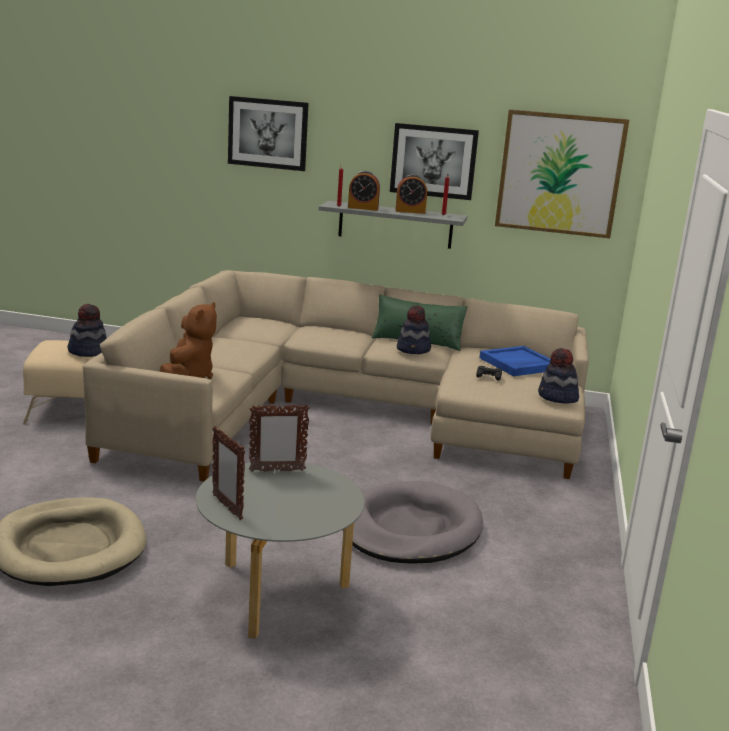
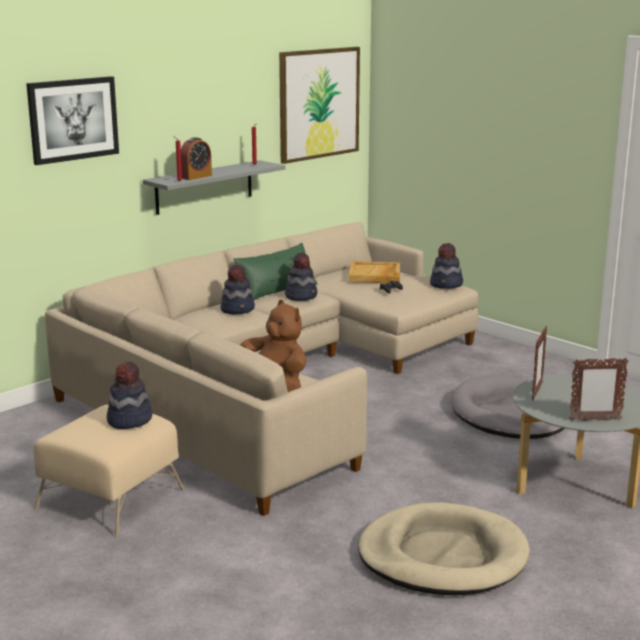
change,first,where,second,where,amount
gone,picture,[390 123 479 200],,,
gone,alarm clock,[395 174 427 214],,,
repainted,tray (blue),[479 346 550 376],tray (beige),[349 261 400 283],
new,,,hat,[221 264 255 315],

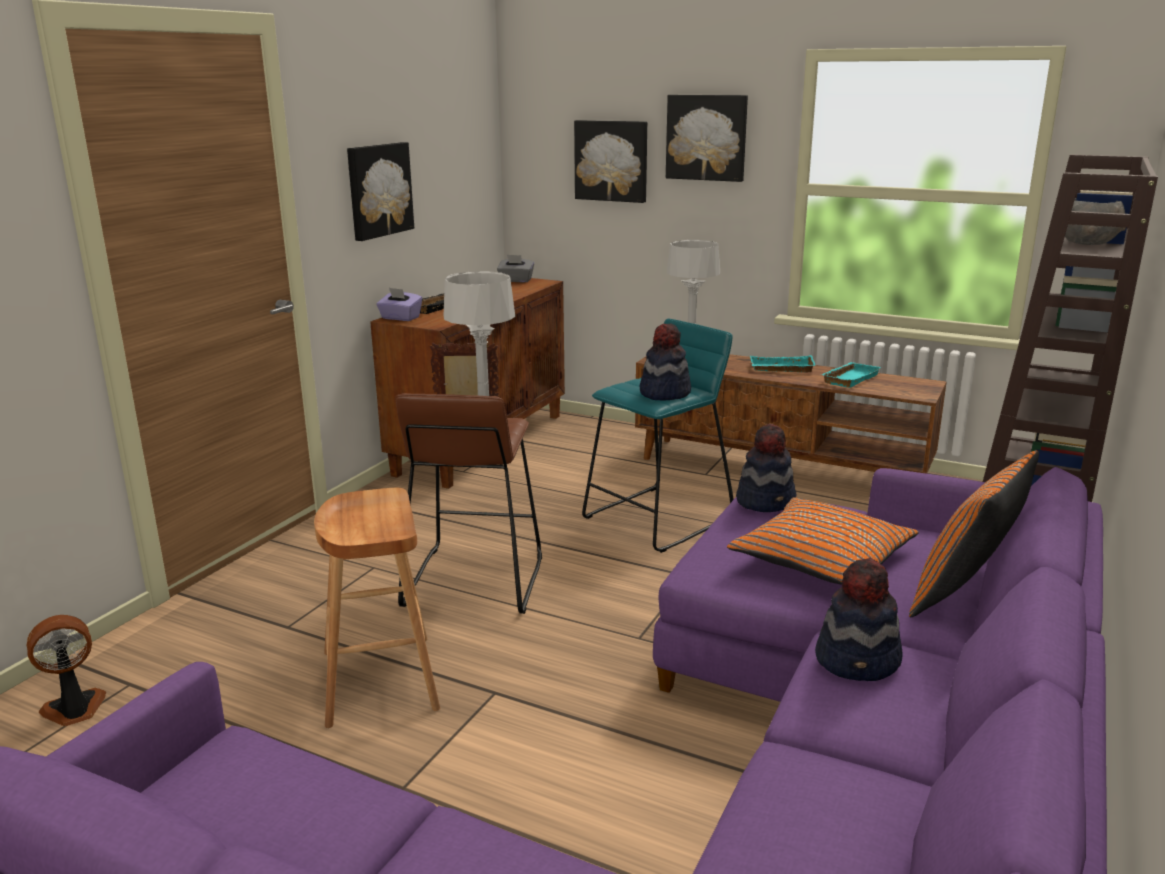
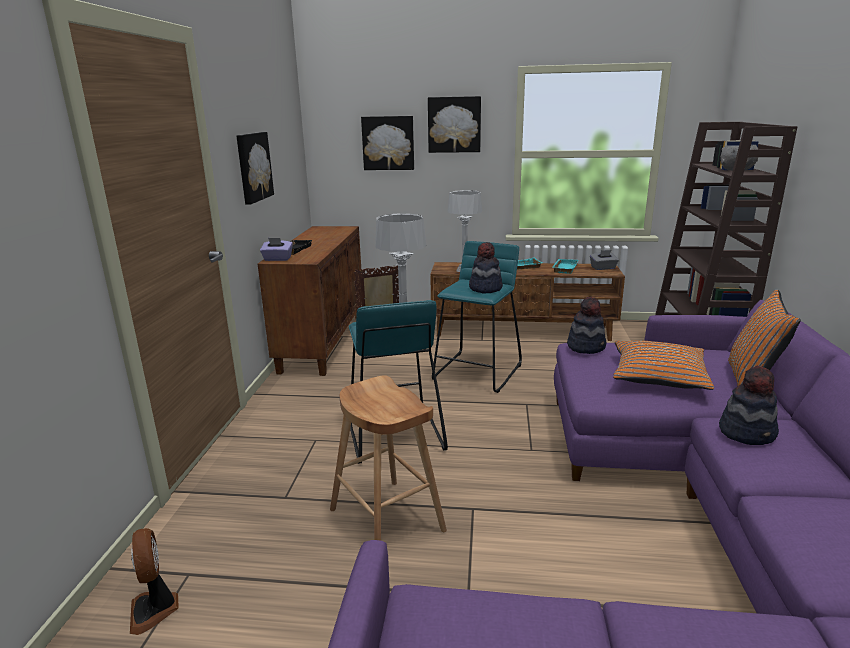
change,first,where,second,where,amount
shifted,tissue box (grey),[497 255 534 282],,[590 250 619 270],
repainted,stool (brown),[395 393 542 614],stool (turquoise),[349 300 448 464],
rotated,fan,[26 615 106 726],,[130 528 179 635],60 degrees counterclockwise

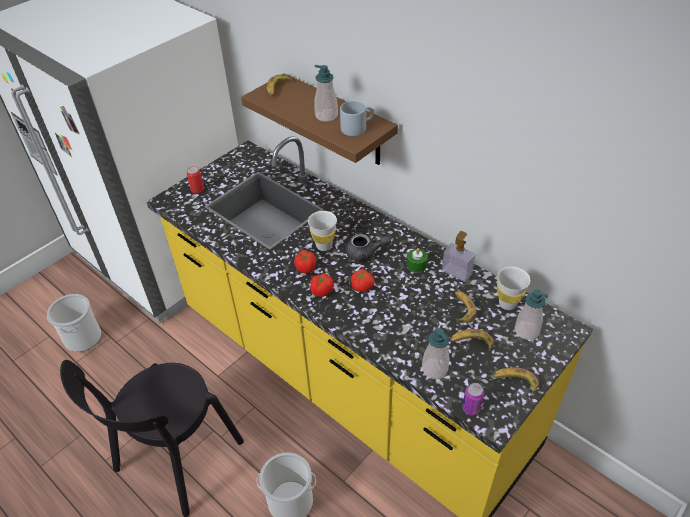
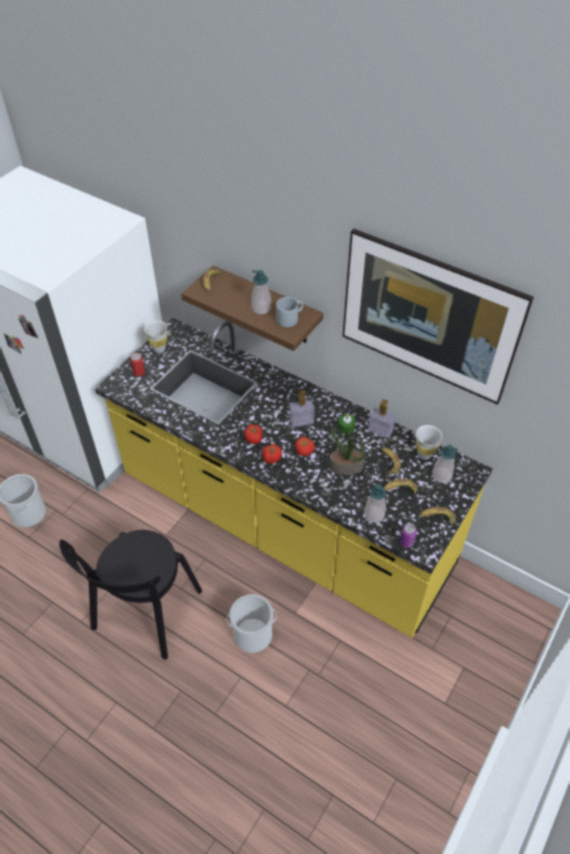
change,first,where,second,where,amount
shifted,cup (white),[308 211 337 251],,[144 321 168 353],
swapped,teapot (grey),[346 234 391 262],soap dispenser,[289 390 315 427],
new,,,picture,[342 228 534 405],
new,,,potted plant,[329 424 365 475],

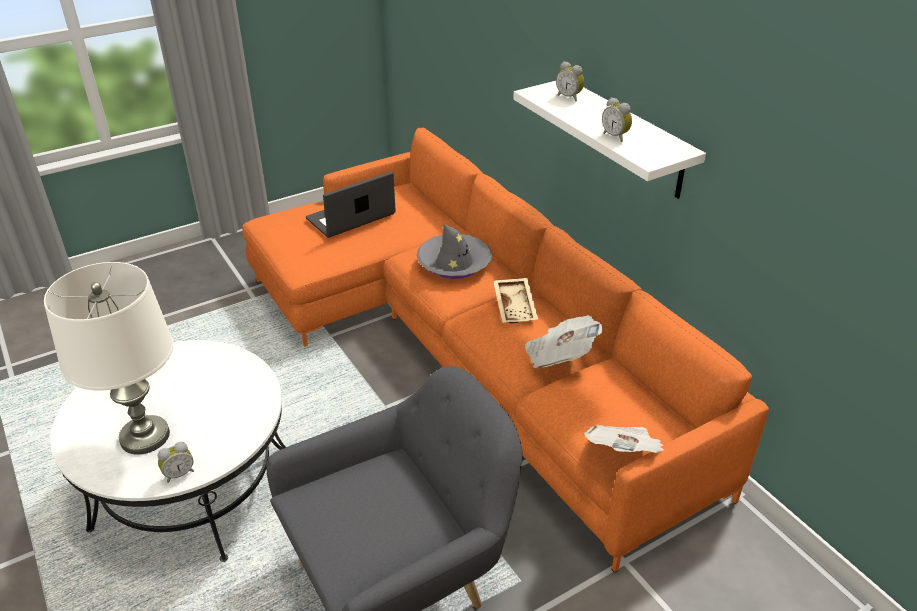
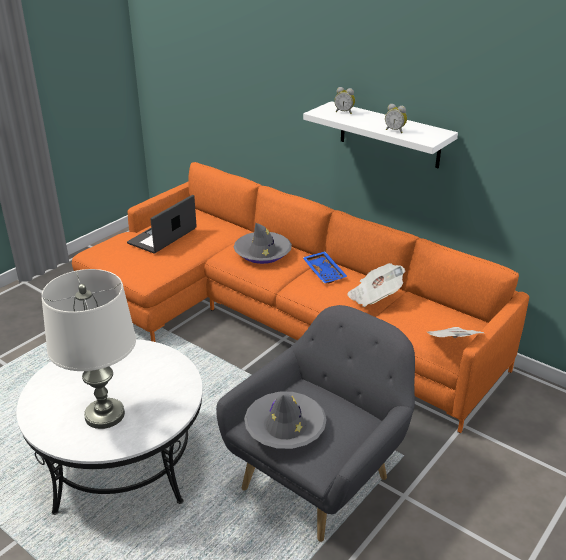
change,first,where,second,where,amount
repainted,tray (beige),[493 278 538 323],tray (blue),[302 251 347 283],
gone,alarm clock,[158 442 194 483],,,
new,,,hat (grey),[244 392 327 449],

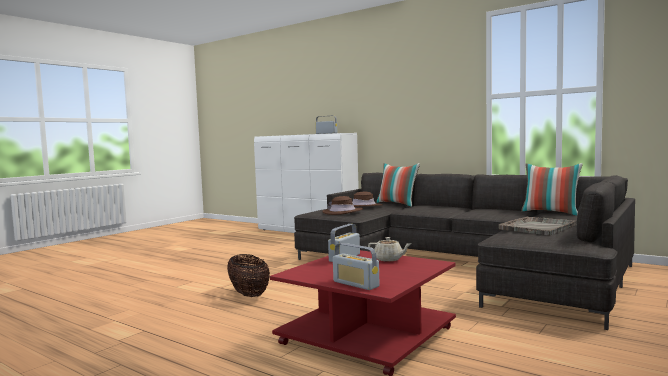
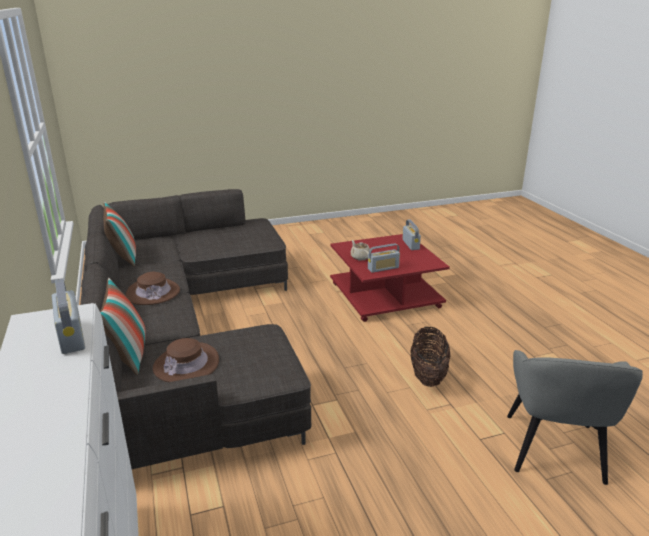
change,first,where,second,where,amount
shifted,hat (brown),[322 196 363 215],,[126 272 180 305],
gone,tray (grey),[498 216 576 236],,,
new,,,armchair (grey),[507 350 643 485],

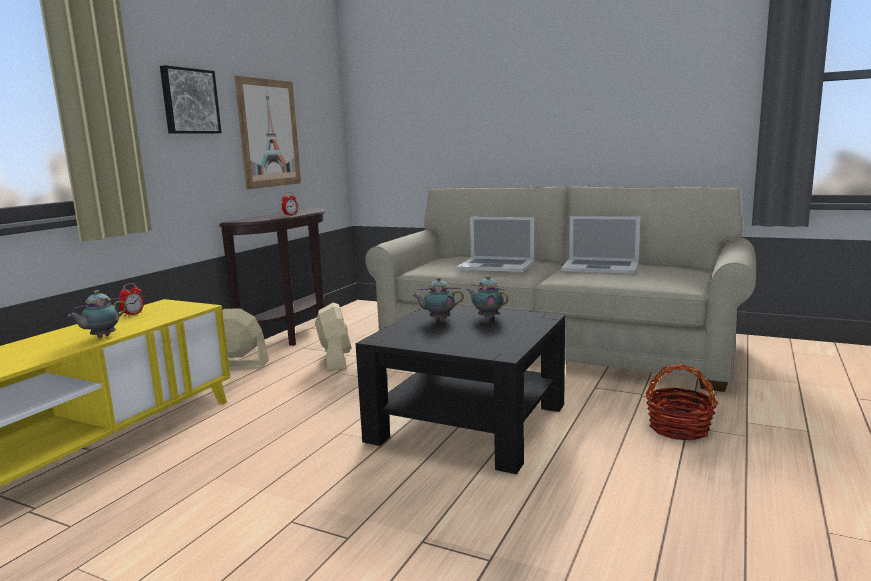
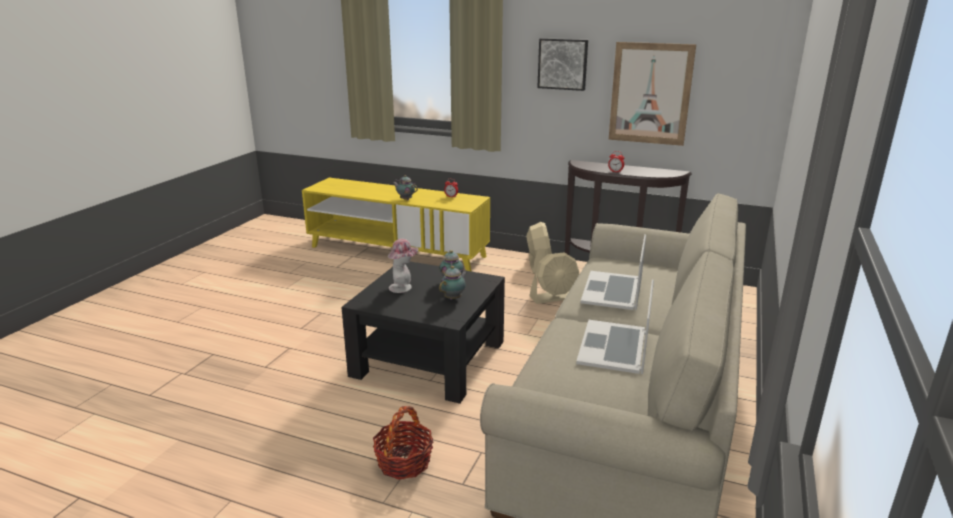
change,first,where,second,where,amount
new,,,hat,[388 239 418 293],

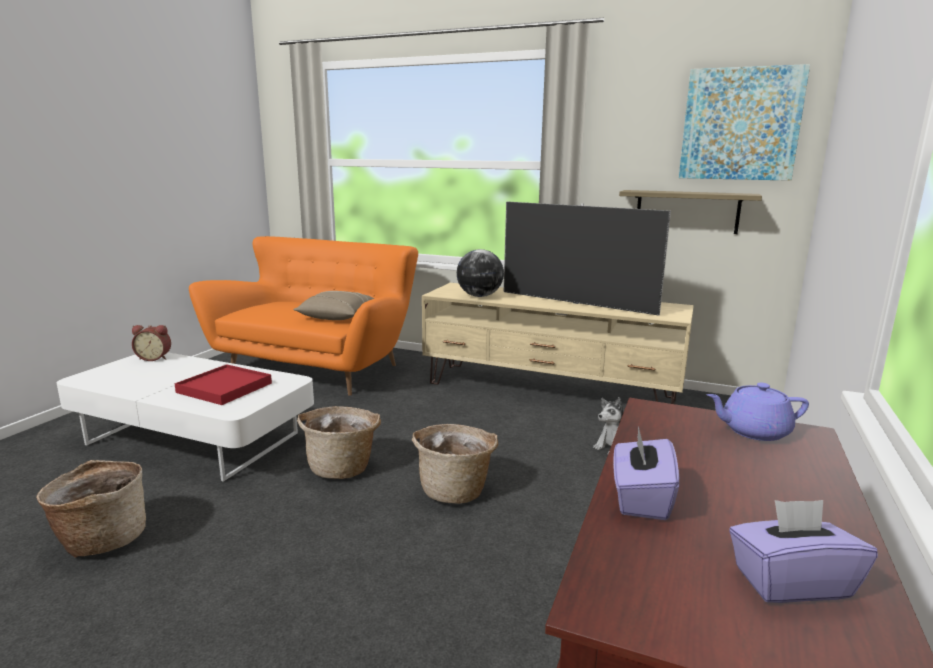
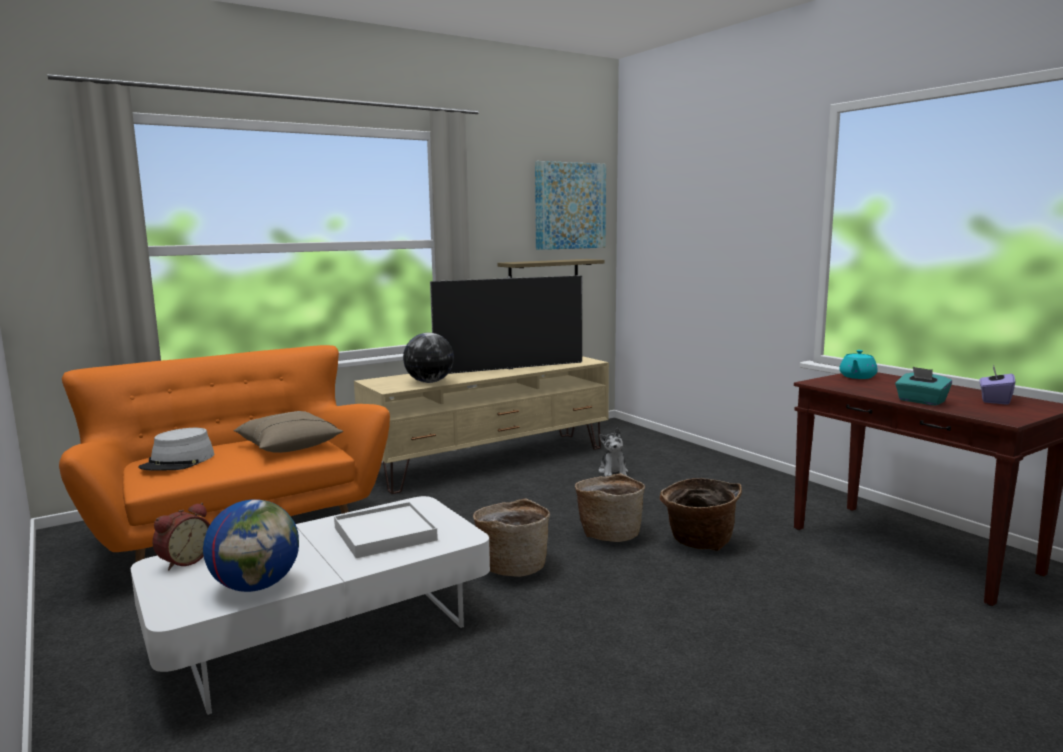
change,first,where,second,where,amount
repainted,tray (red),[174 364 272 405],tray (white),[334 502 438 558],
repainted,teapot (purple),[707 383 809 441],teapot (turquoise),[839 350 878 379],
repainted,tissue box (purple),[613 426 679 520],tissue box (turquoise),[895 367 952 406],
shifted,basket,[36 460 146 558],,[660 478 742 551],
new,,,hat (grey),[139 428 214 471],
new,,,globe,[203 499 299 592],

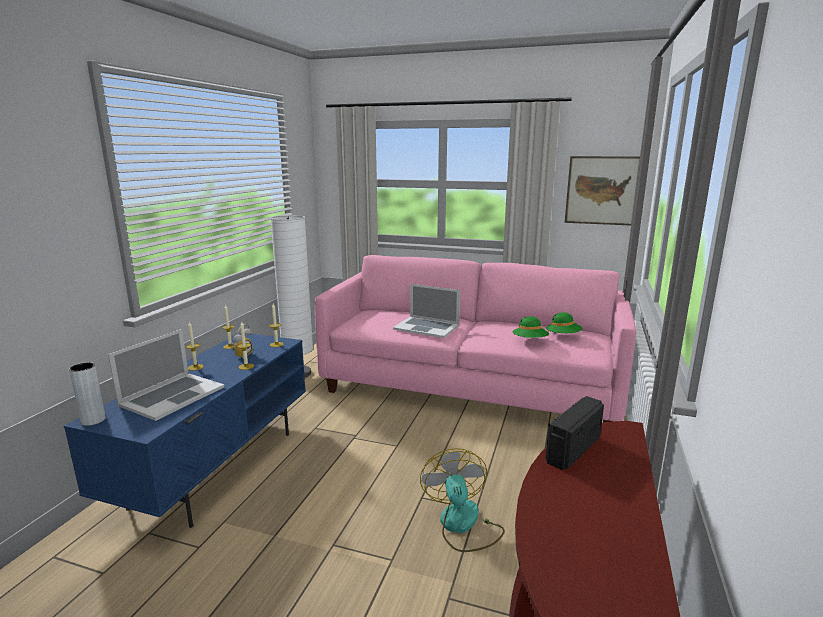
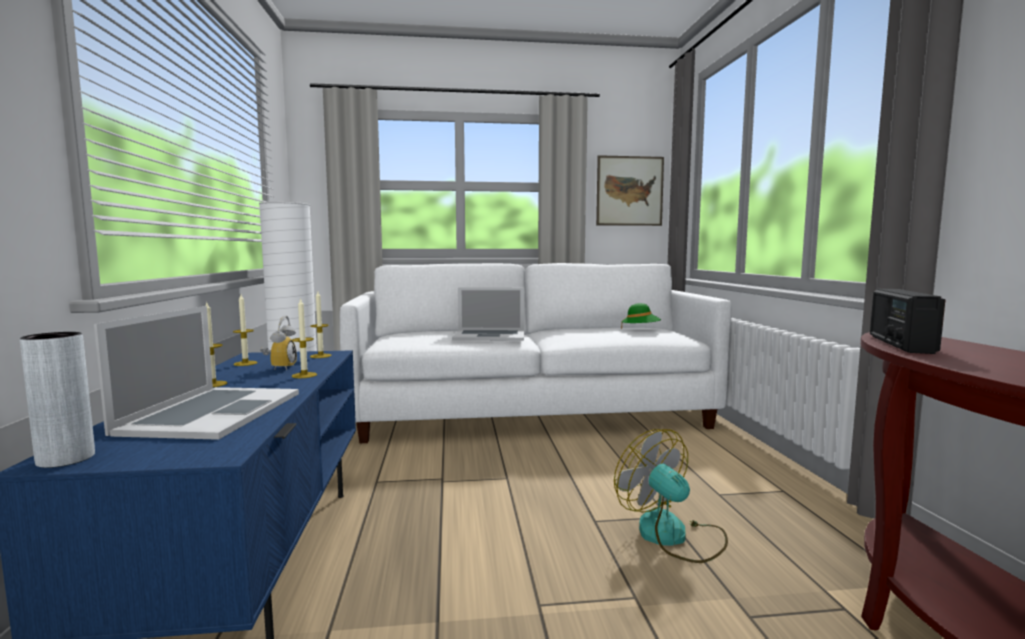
change,first,where,second,where,amount
repainted,sofa (pink),[315 255 636 423],sofa (white),[340 263 732 443],
gone,hat (green),[513 316 549 338],,,

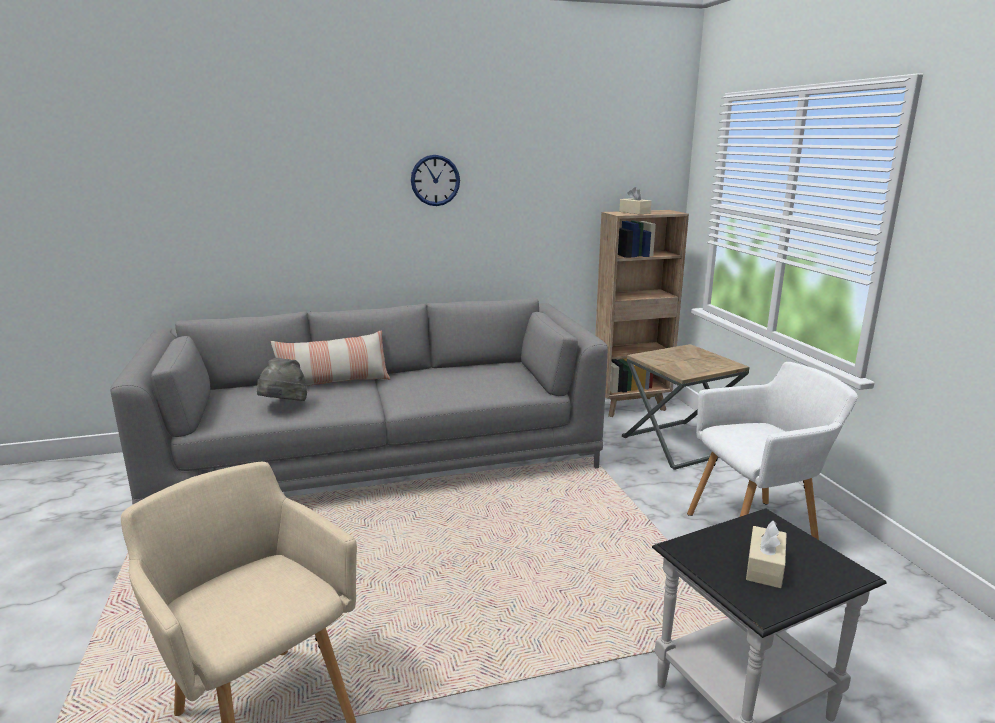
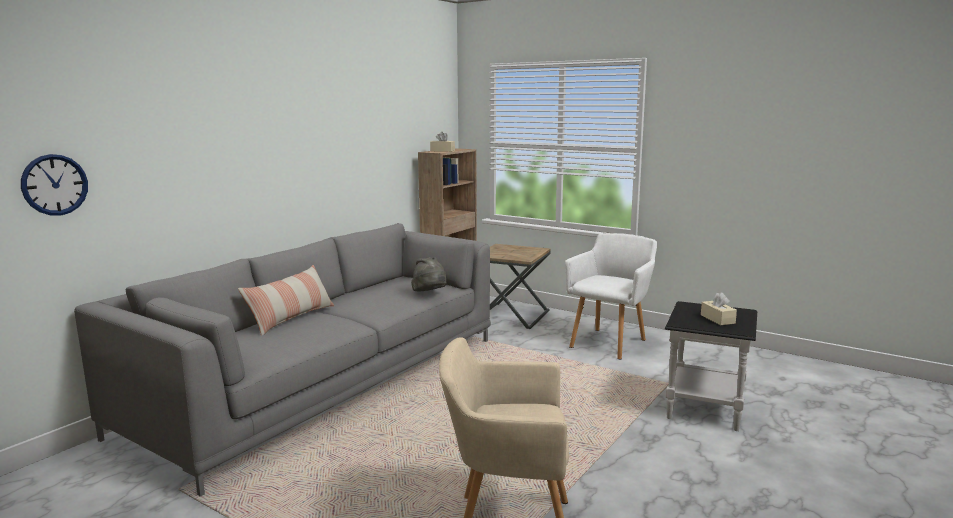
change,first,where,second,where,amount
shifted,wall clock,[411 155 460 206],,[21 154 88 216],
shifted,hat (grey),[257 358 307 401],,[411 257 447 291],

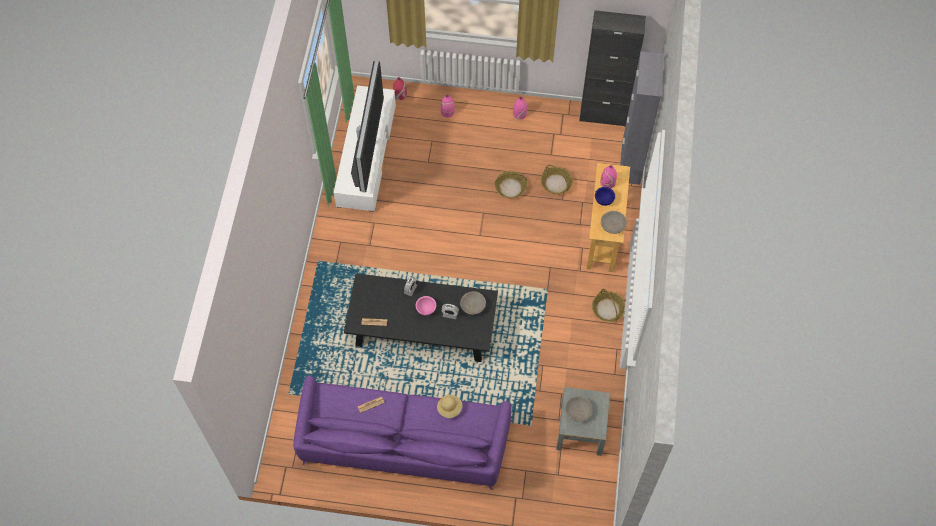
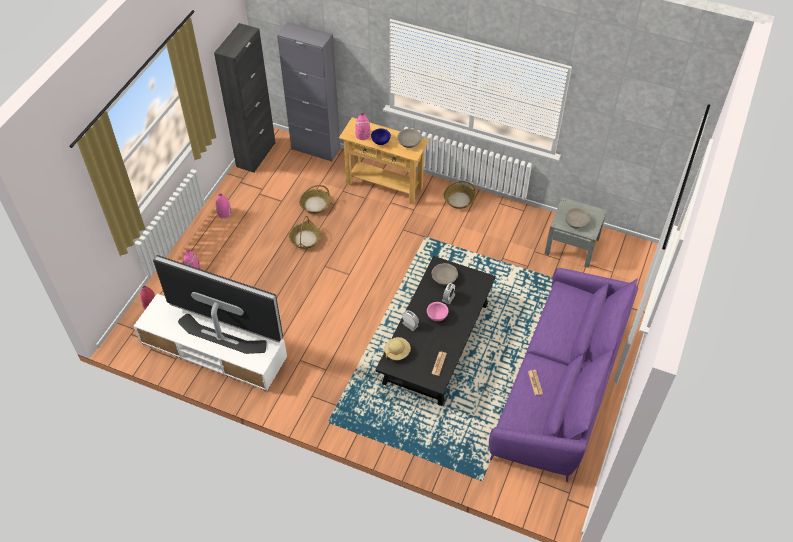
change,first,where,second,where,amount
shifted,hat (beige),[437 395 463 418],,[384 337 411 360],

